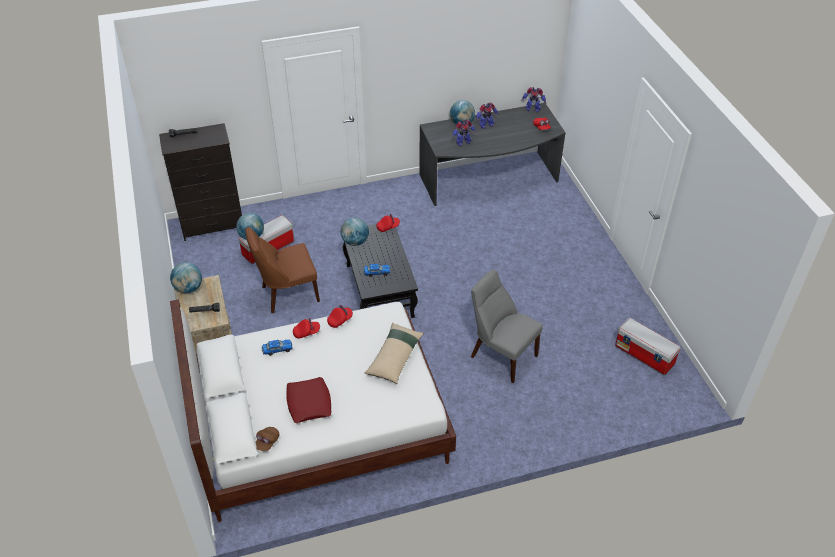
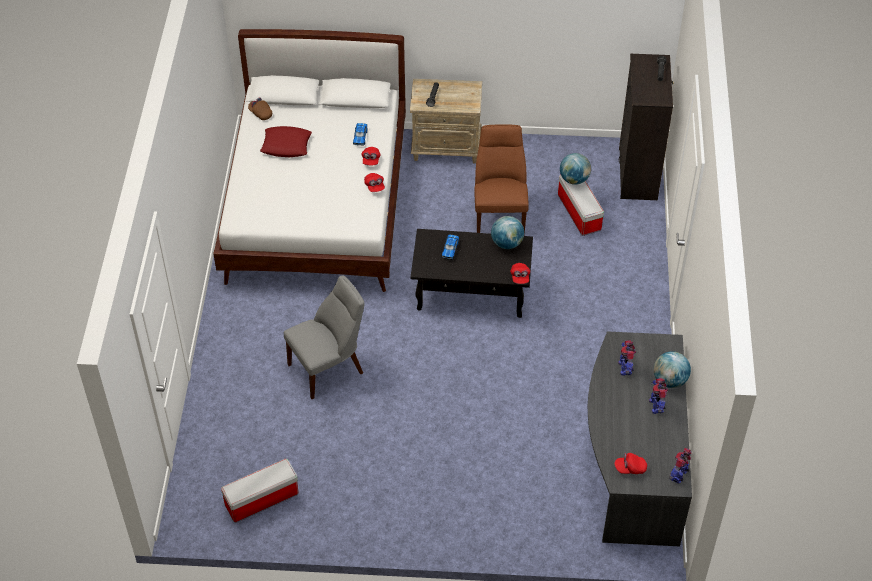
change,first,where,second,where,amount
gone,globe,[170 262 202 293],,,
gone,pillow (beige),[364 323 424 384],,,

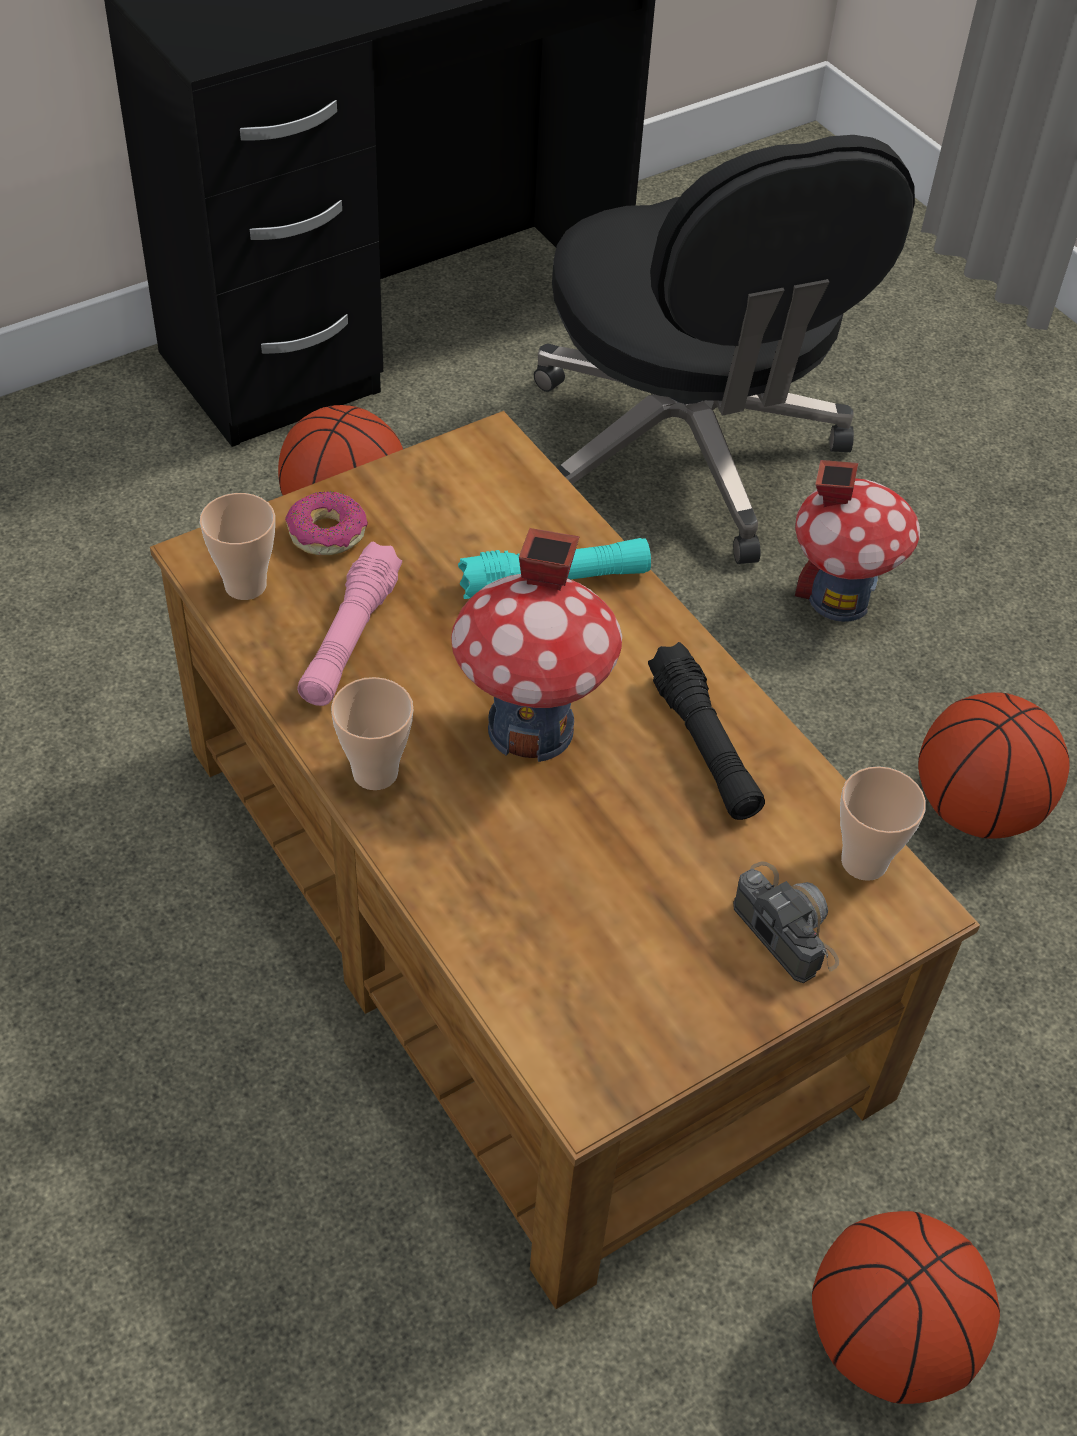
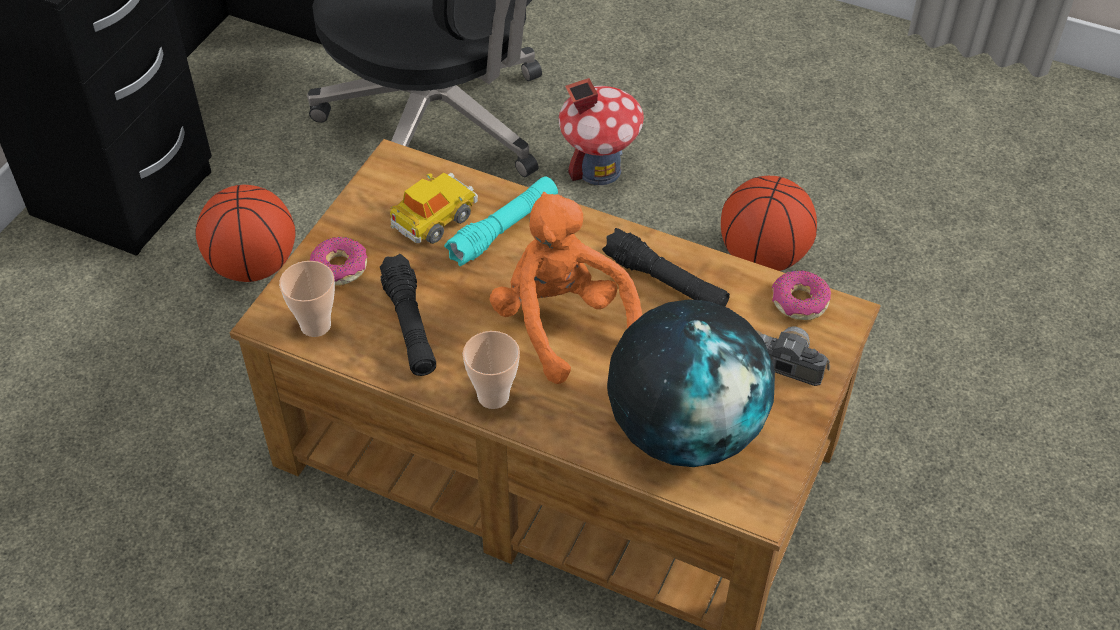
change,first,where,second,where,amount
swapped,toy house,[451 528 622 762],plush toy (orange),[490 192 642 384],
repainted,flashlight (pink),[297 541 402 706],flashlight (black),[380 254 436 376],
swapped,cup,[840 766 926 881],donut,[772 270 831 320],
gone,basketball,[812 1211 1000 1404],,,
new,,,toy car,[390 173 478 244],
new,,,globe,[607 299 775 467],

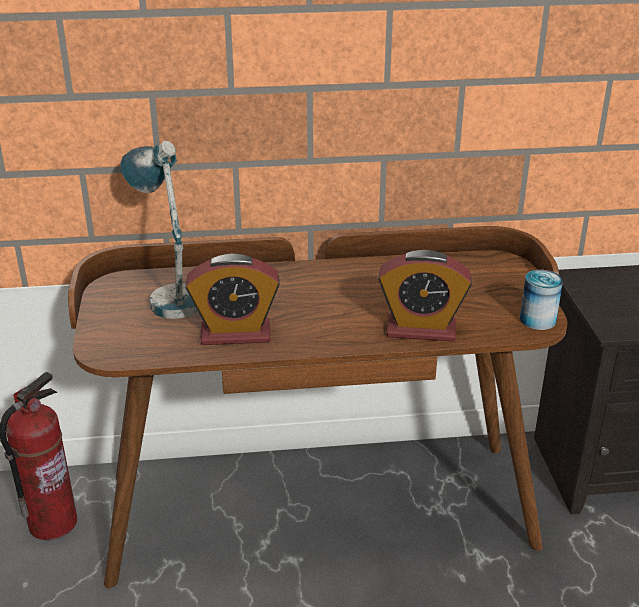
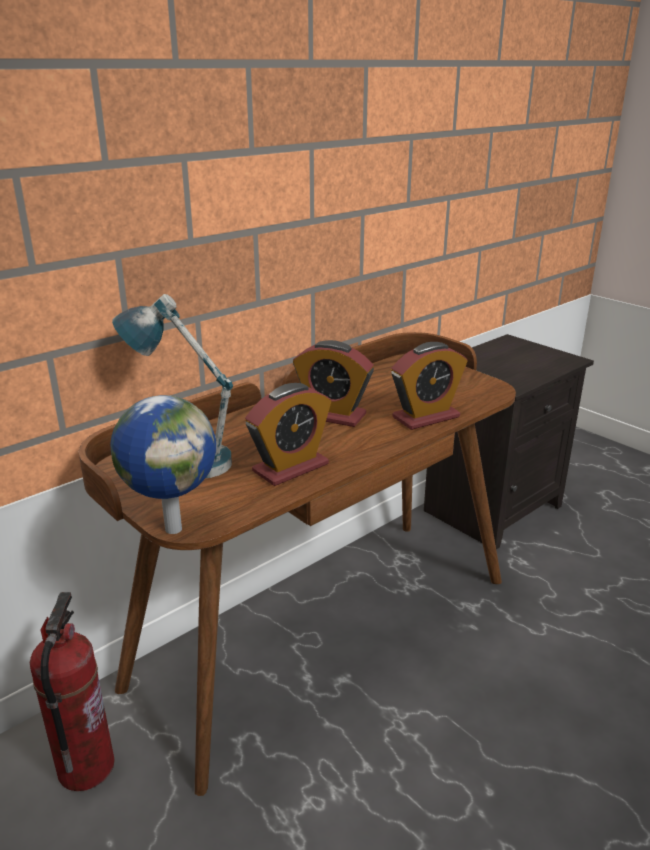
change,first,where,second,where,amount
gone,can,[520 270 563 330],,,
new,,,alarm clock,[293 340 374 427],
new,,,globe,[110 395 216 534],

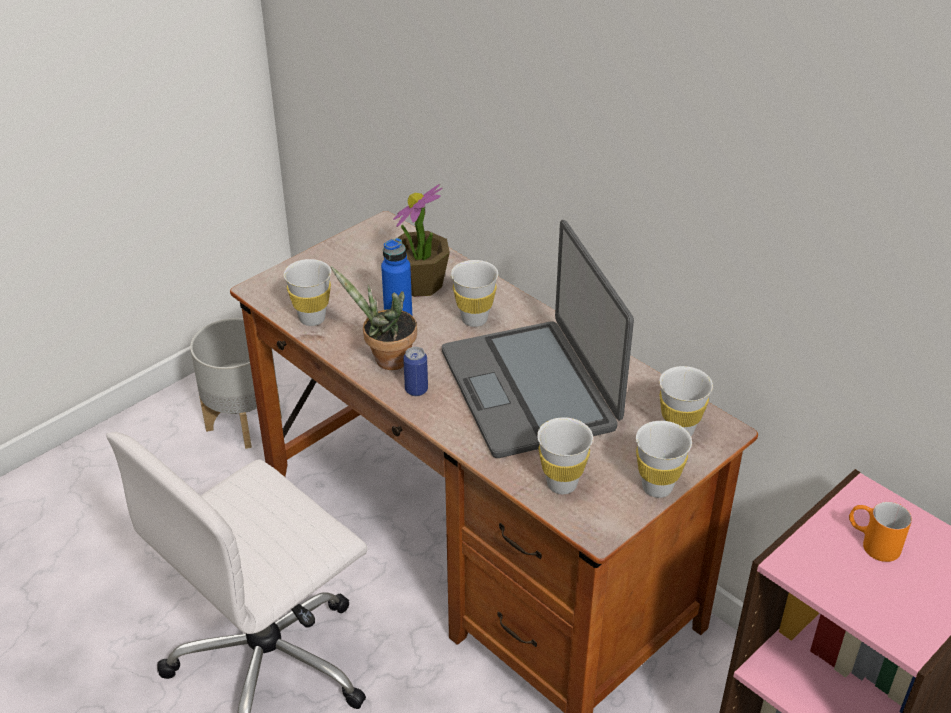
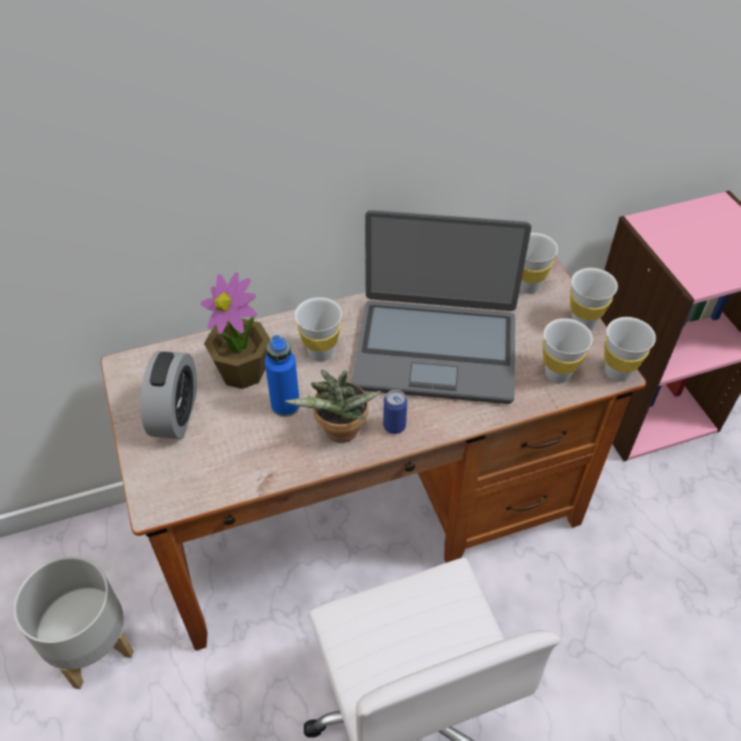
change,first,where,second,where,amount
shifted,cup (white),[284 259 331 326],,[604 317 656 382],
gone,mug (orange),[849 502 912 562],,,
new,,,alarm clock,[141 351 197 439],

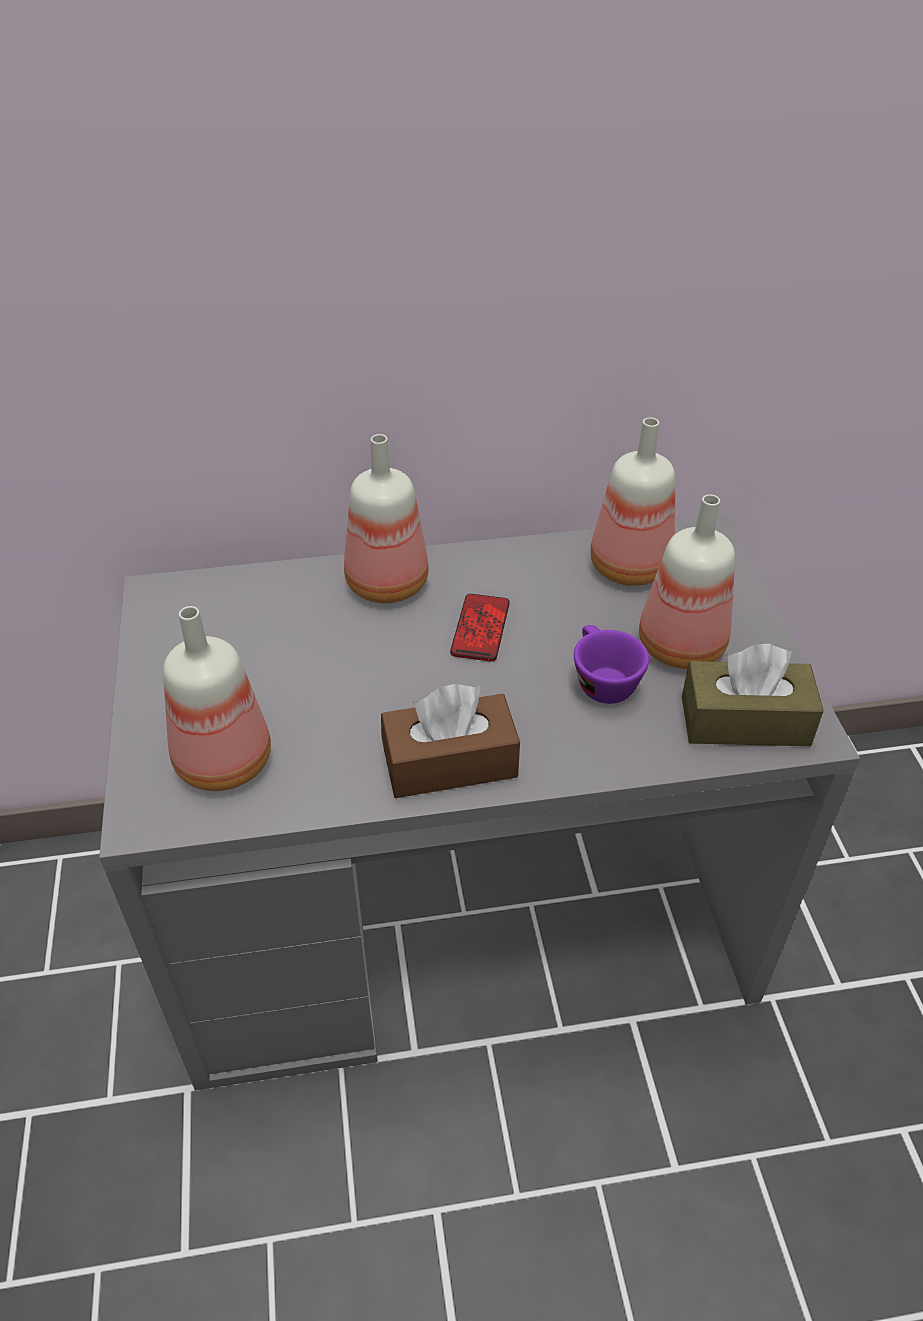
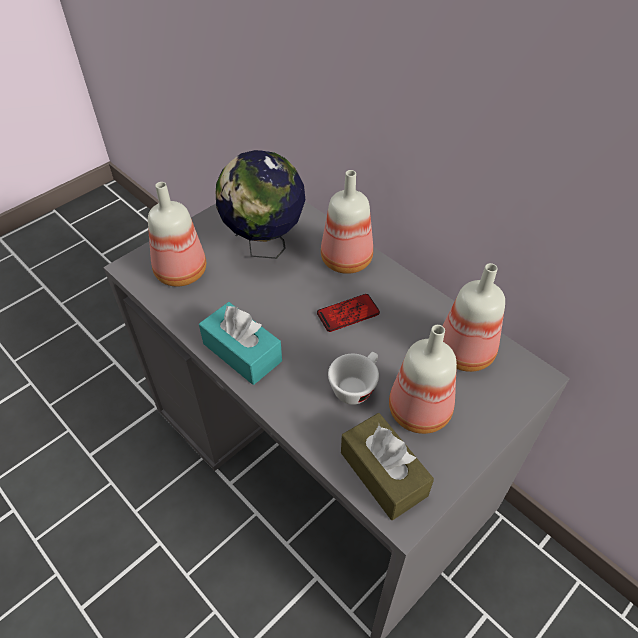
change,first,where,second,where,amount
repainted,cup (purple),[574 625 649 704],cup (white),[328 352 379 405],
repainted,tissue box (brown),[381 684 520 798],tissue box (turquoise),[199 302 282 385],
new,,,globe,[216 150 305 259],

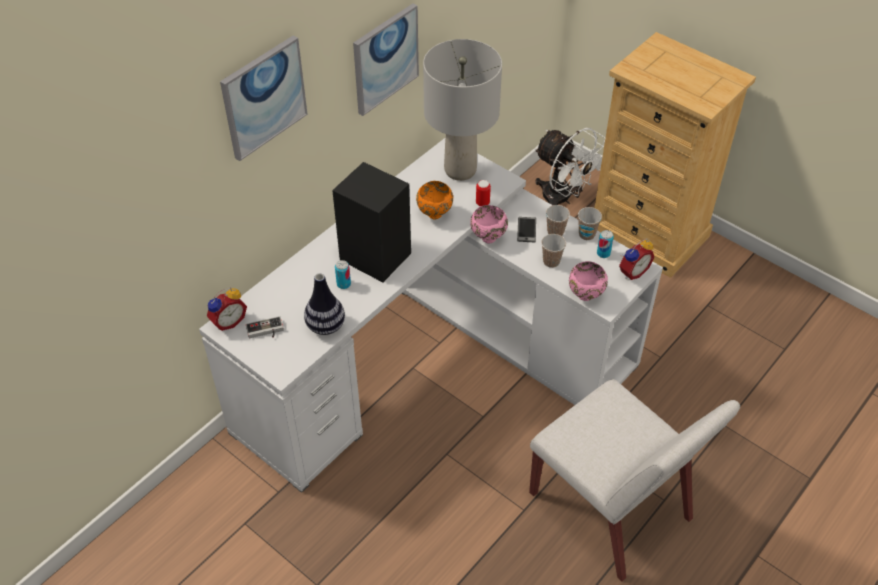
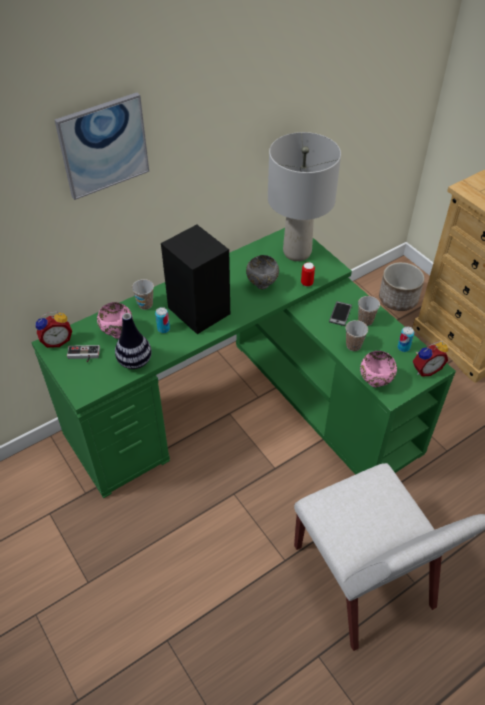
change,first,where,second,where,amount
gone,picture,[353 3 419 116],,,
swapped,fan (white),[535 128 605 205],planter,[379 262 424 311],
repainted,desk (white),[199 138 663 493],desk (green),[32 228 456 498],
repainted,bowl (orange),[416 181 453 219],bowl (grey),[246 255 279 290],
shifted,bowl (pink),[470 205 508 244],,[97 302 133 339],
shifted,cup,[578 207 602 240],,[132 279 154 310],

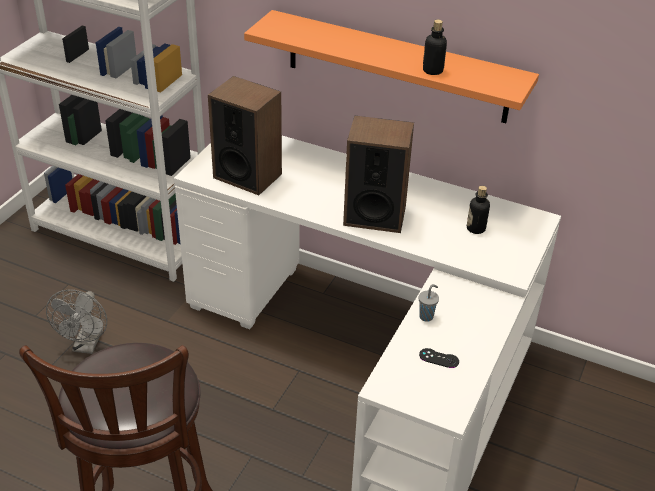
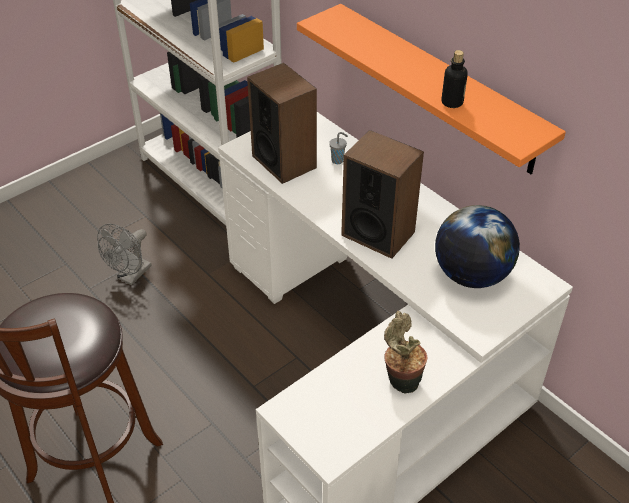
change,first,where,second,where,amount
swapped,bottle,[467 186 490 234],globe,[435 205 520 288],
shifted,cup (grey),[418 284 439 322],,[329 132 348 164],
gone,game controller (black),[419 348 459 368],,,
new,,,potted plant,[384 311 427 394],

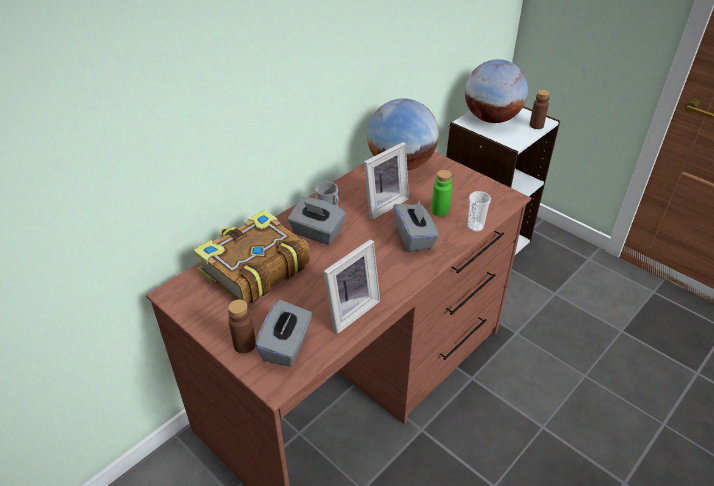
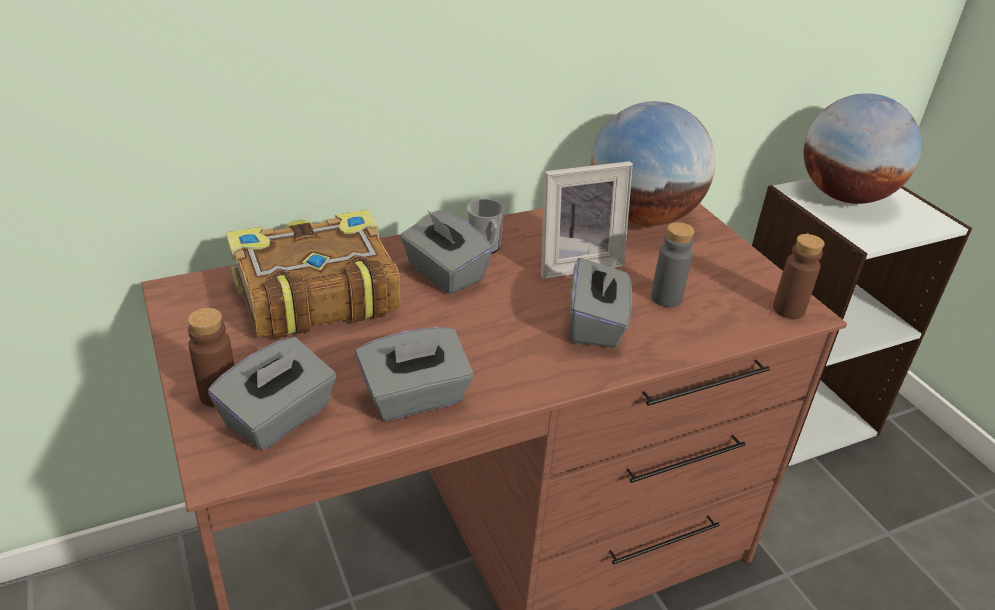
change,first,where,second,where,amount
shifted,bottle (brown),[529 90 550 129],,[773 234 825 319],
repainted,bottle (green),[431 170 452 216],bottle (grey),[651 222 695 307],
gone,cup,[467 191 491 232],,,
swapped,picture frame,[323 239 380 334],tissue box (grey),[355 327 474 421],

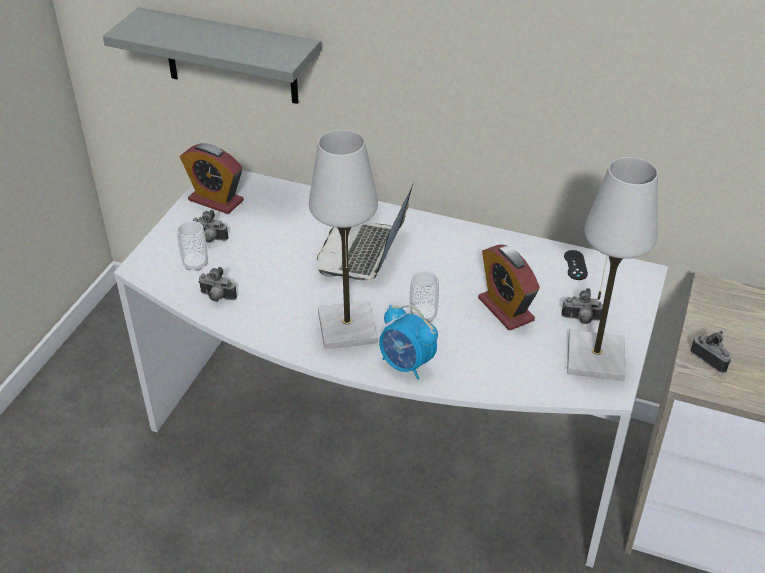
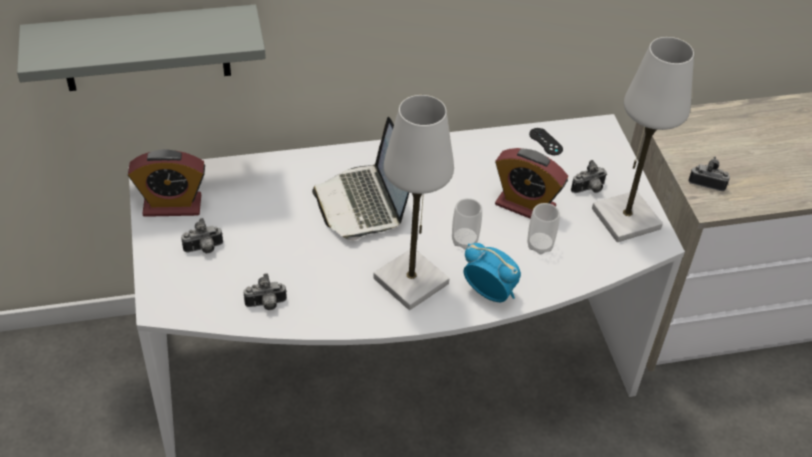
change,first,where,second,where,amount
shifted,cup,[177 221 208 271],,[527 203 560 254],
rotated,alarm clock,[379 305 438 380],,[463 243 521 302],150 degrees counterclockwise

